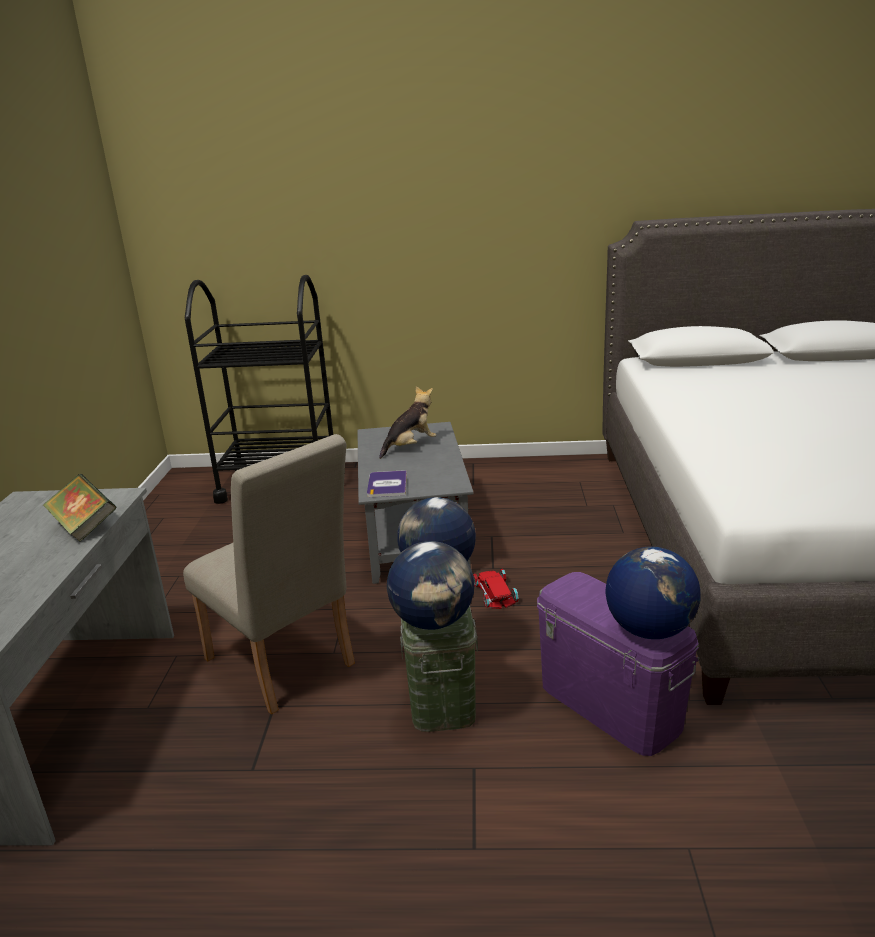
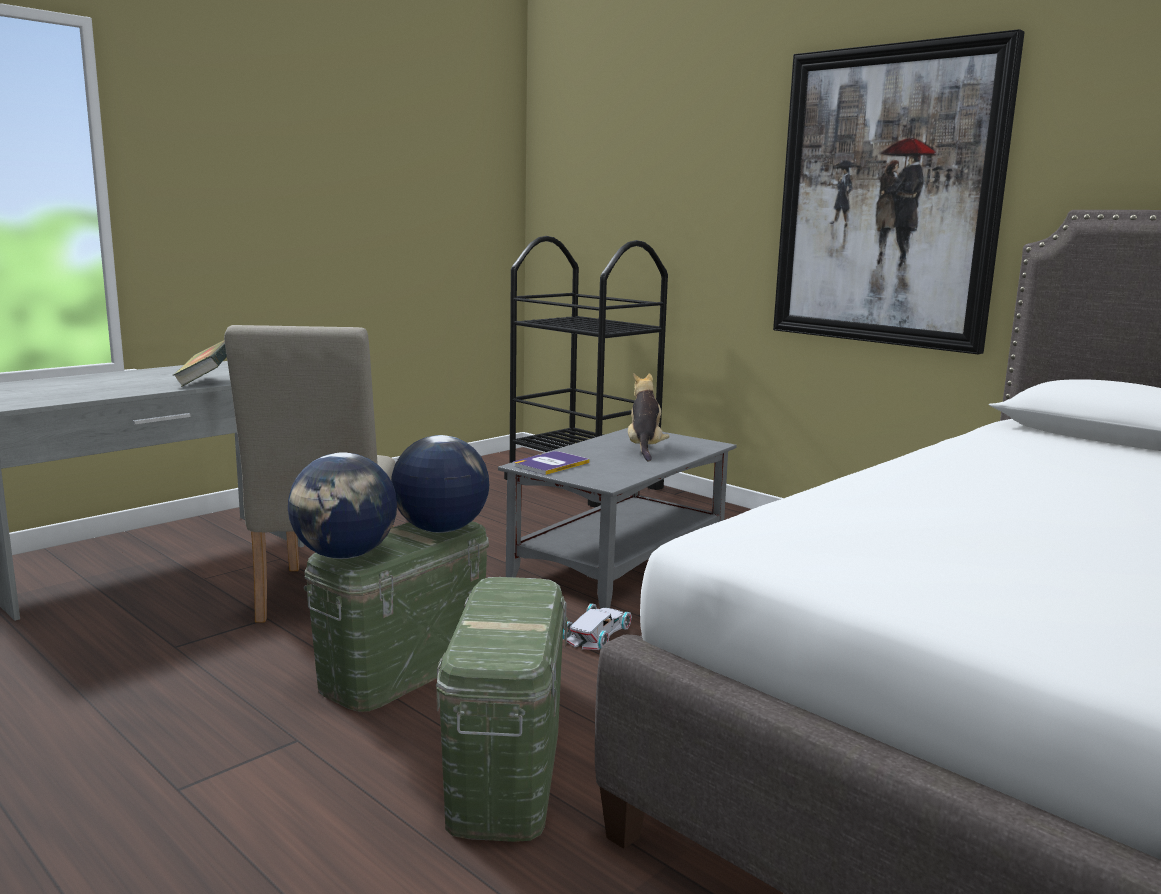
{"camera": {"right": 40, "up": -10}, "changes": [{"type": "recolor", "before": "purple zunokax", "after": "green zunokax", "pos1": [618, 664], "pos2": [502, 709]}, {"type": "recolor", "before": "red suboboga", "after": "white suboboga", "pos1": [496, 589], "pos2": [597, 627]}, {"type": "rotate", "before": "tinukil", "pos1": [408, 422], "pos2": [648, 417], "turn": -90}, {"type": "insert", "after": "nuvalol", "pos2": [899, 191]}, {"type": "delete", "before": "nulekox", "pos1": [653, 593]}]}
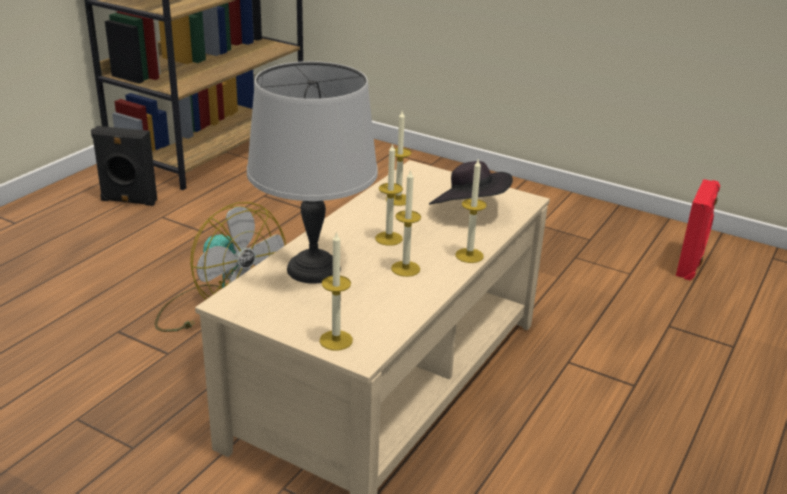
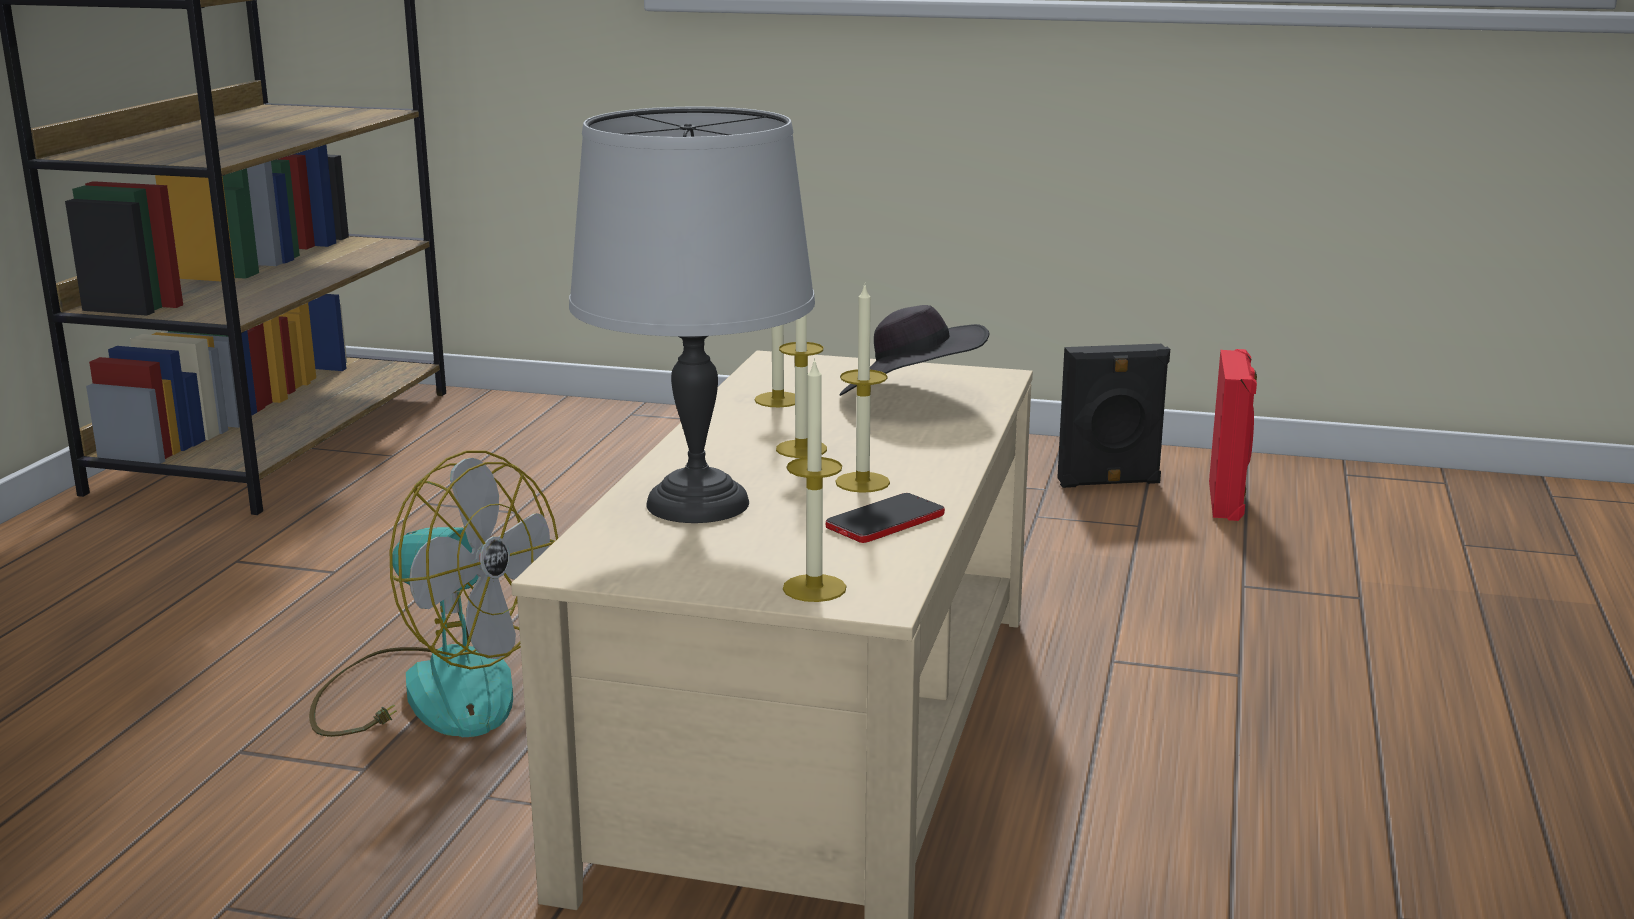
{"camera": {"right": -15, "up": -10}, "changes": [{"type": "insert", "after": "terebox", "pos2": [885, 518]}, {"type": "move", "before": "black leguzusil", "pos1": [124, 166], "pos2": [1113, 416]}, {"type": "delete", "before": "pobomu", "pos1": [471, 210]}]}
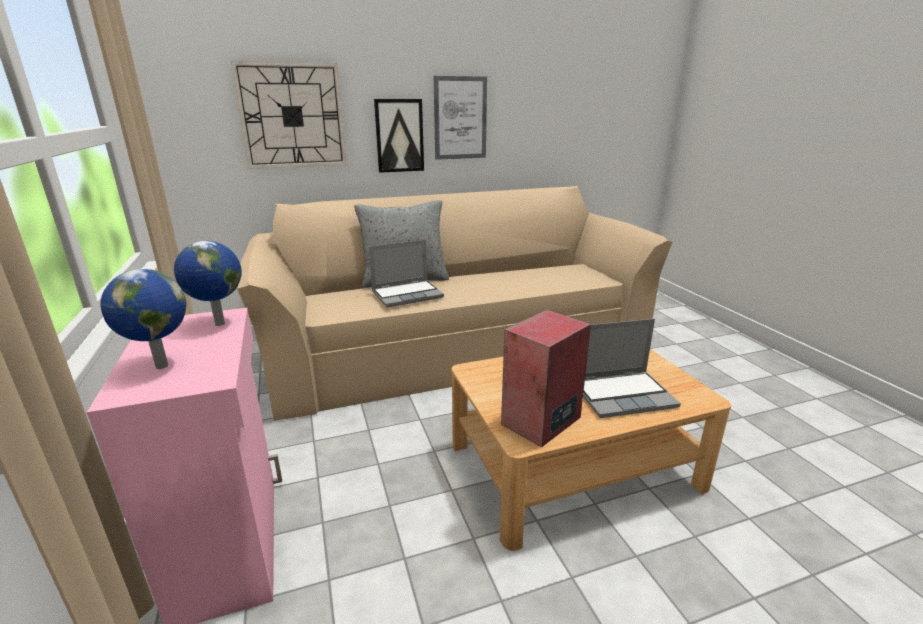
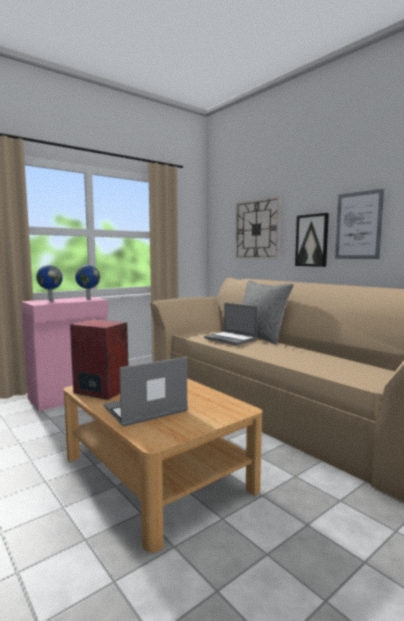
{"camera": {"right": 70, "up": -15}, "changes": [{"type": "rotate", "before": "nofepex", "pos1": [632, 368], "pos2": [146, 391], "turn": 90}]}
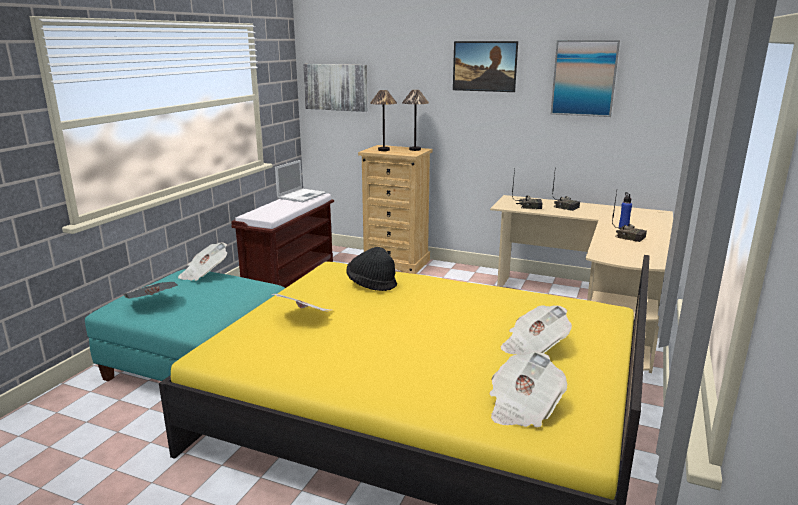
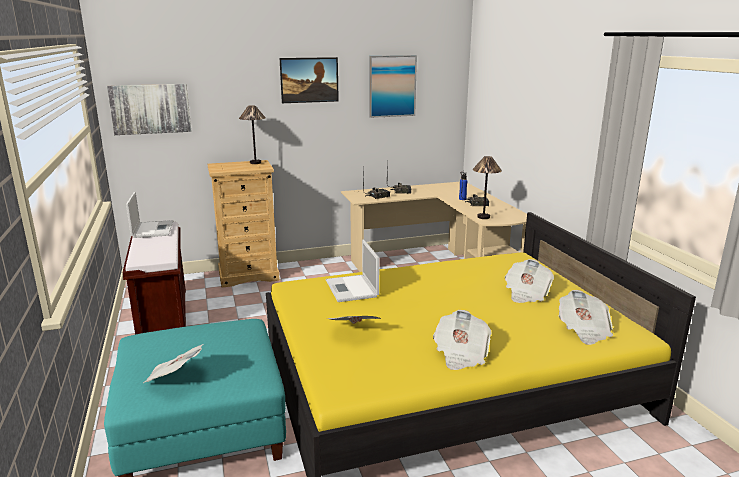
{"camera": {"right": -40, "up": 0}, "changes": [{"type": "replace", "before": "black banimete", "after": "nofepex", "pos1": [371, 269], "pos2": [352, 270]}, {"type": "move", "before": "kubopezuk", "pos1": [202, 261], "pos2": [462, 340]}, {"type": "move", "before": "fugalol", "pos1": [383, 120], "pos2": [487, 187]}]}
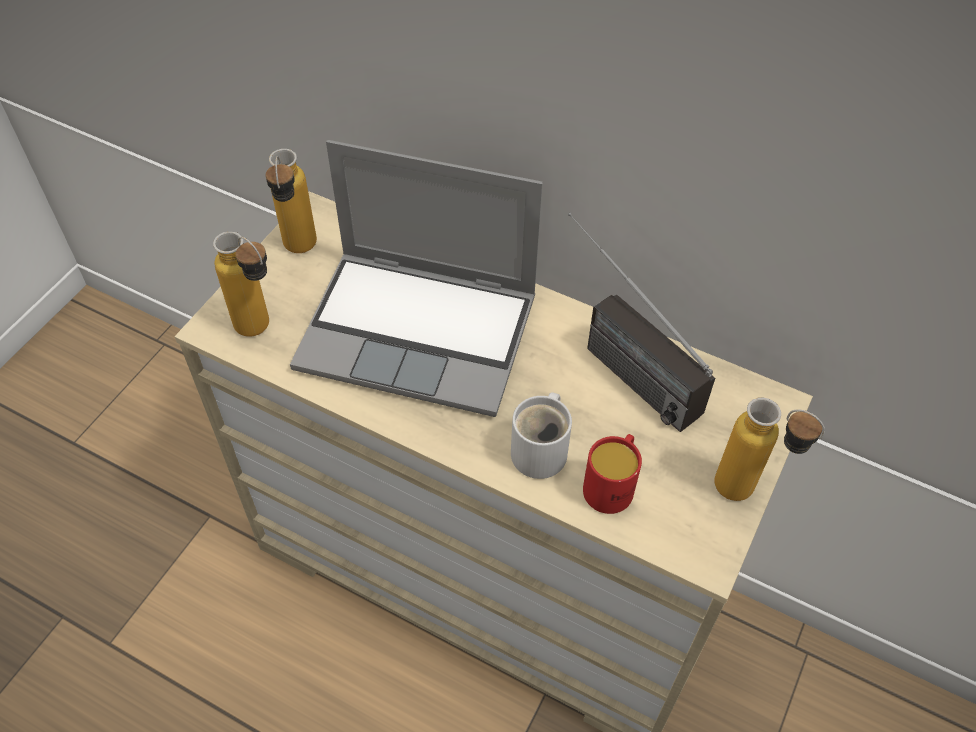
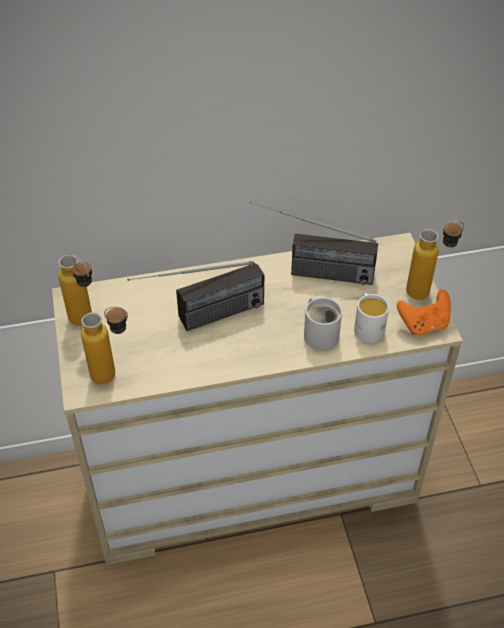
{"camera": {"right": -40, "up": -5}, "changes": [{"type": "replace", "before": "nofepex", "after": "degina", "pos1": [416, 278], "pos2": [195, 296]}, {"type": "recolor", "before": "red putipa", "after": "white putipa", "pos1": [612, 474], "pos2": [371, 318]}, {"type": "insert", "after": "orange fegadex", "pos2": [424, 312]}]}
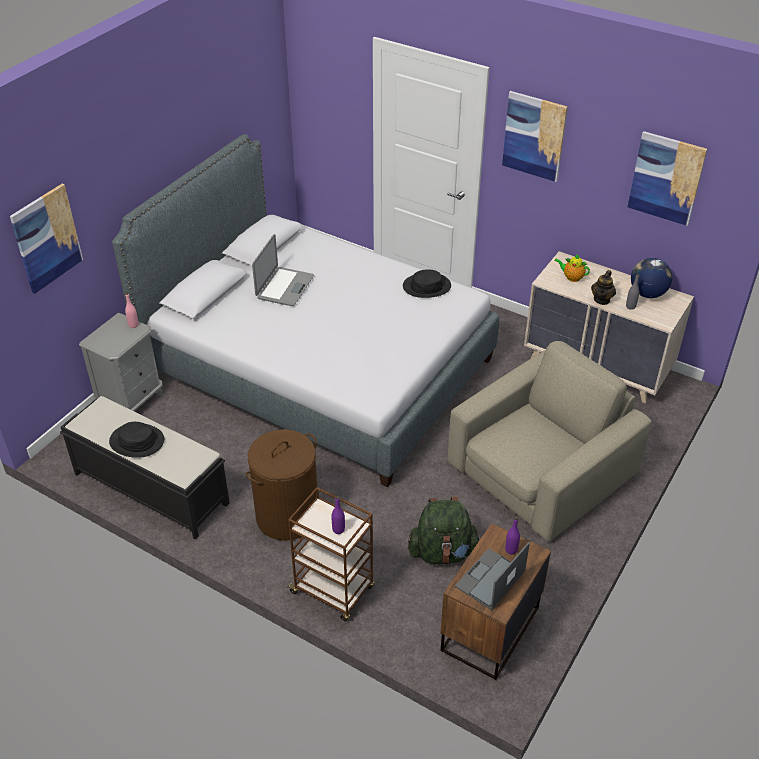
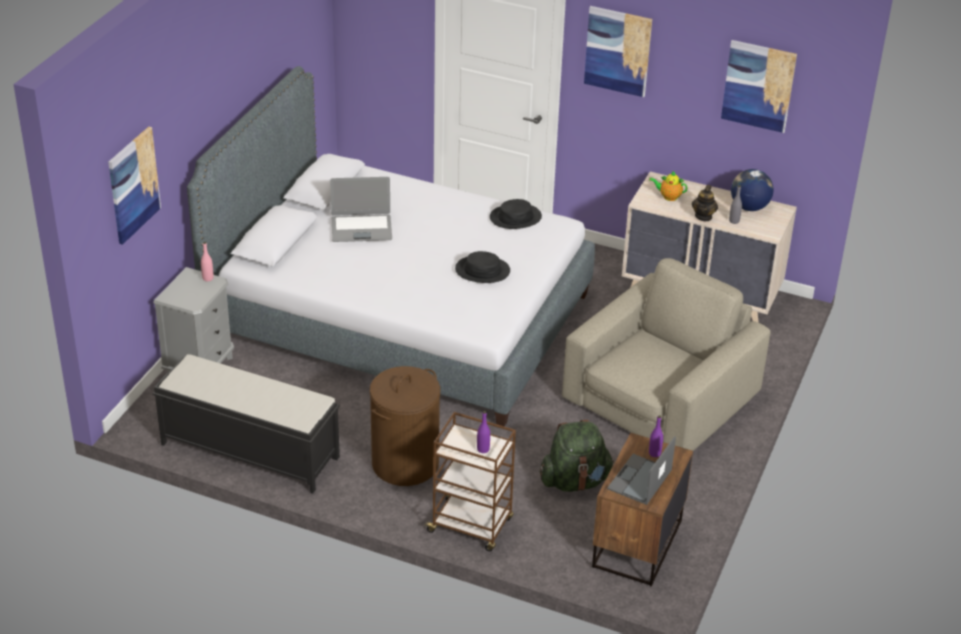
{"camera": {"right": -10, "up": -5}, "changes": [{"type": "rotate", "before": "nofepex", "pos1": [283, 270], "pos2": [361, 209], "turn": 75}, {"type": "move", "before": "black banimete", "pos1": [136, 440], "pos2": [482, 267]}]}
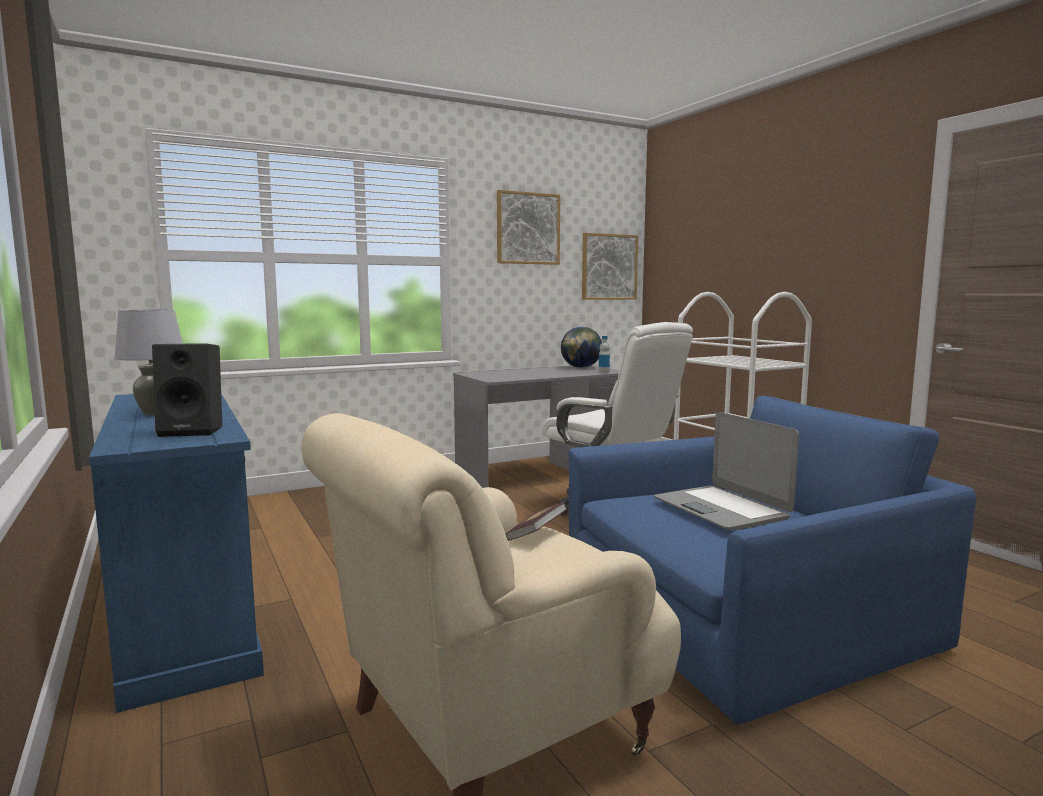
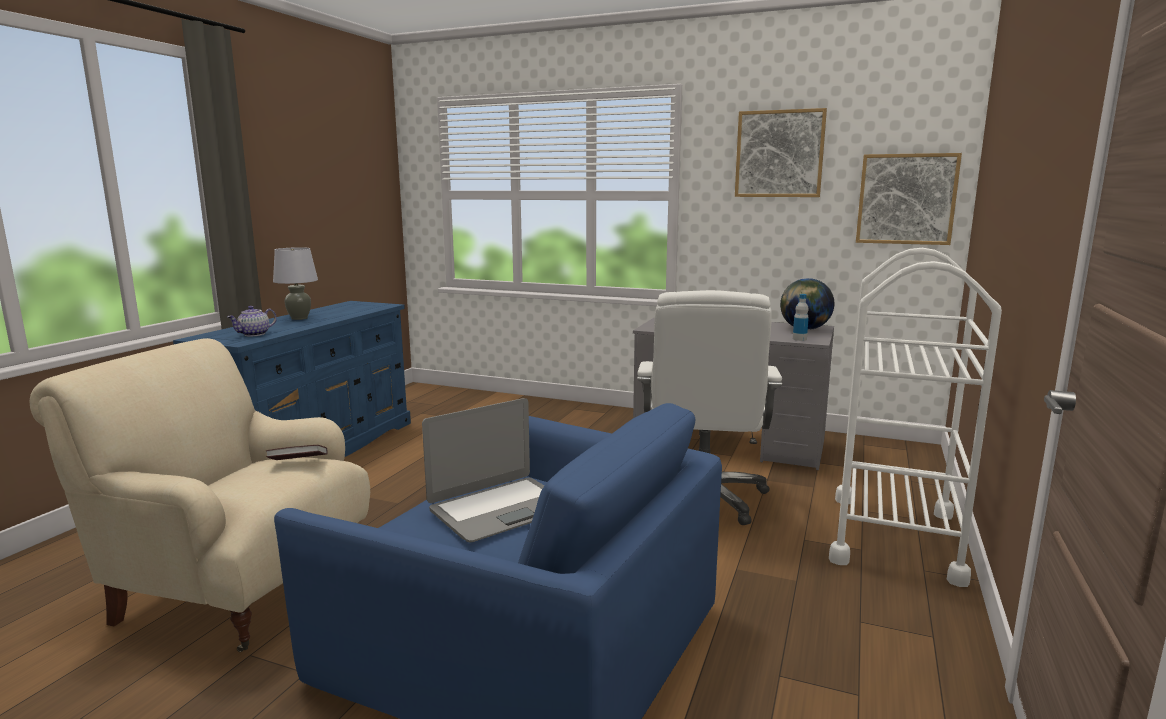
{"camera": {"right": 50, "up": 5}, "changes": [{"type": "replace", "before": "black leguzusil", "after": "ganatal", "pos1": [187, 390], "pos2": [252, 321]}, {"type": "rotate", "before": "nofepex", "pos1": [726, 471], "pos2": [483, 470], "turn": -150}]}
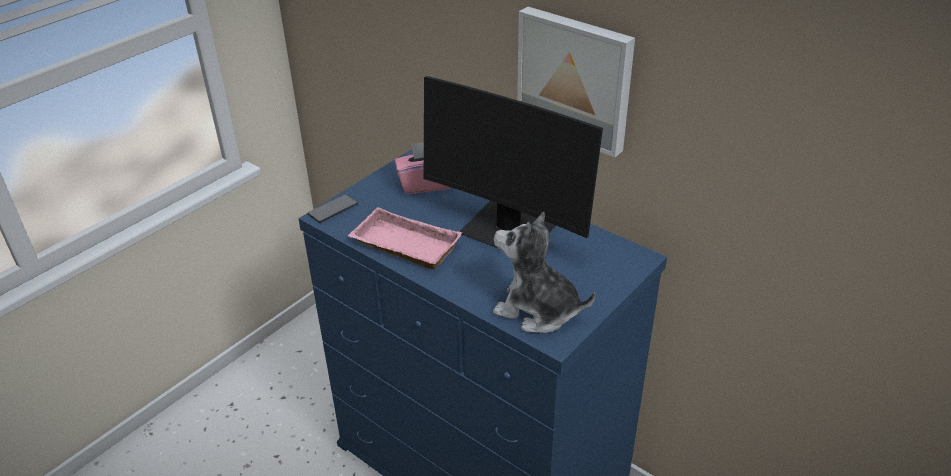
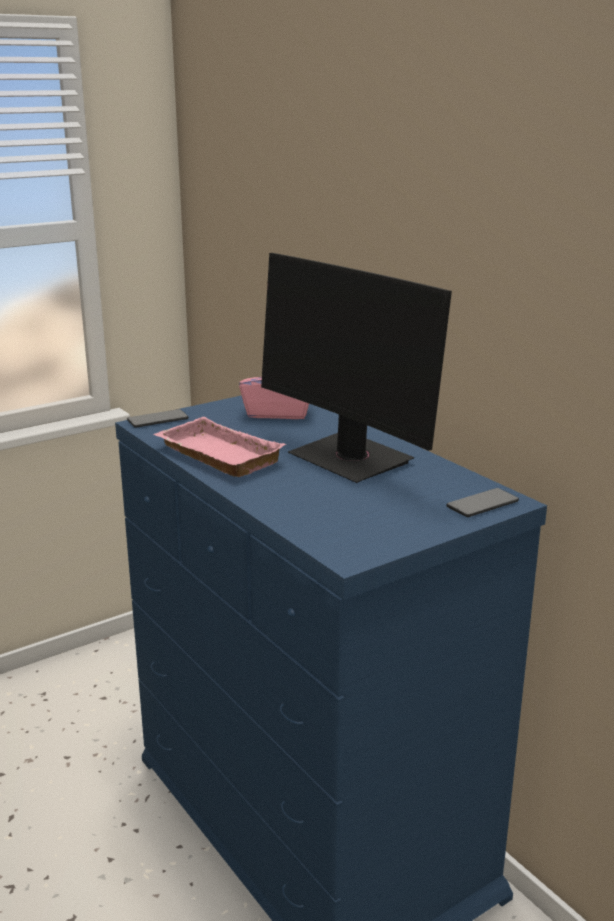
{"camera": {"right": 15, "up": -15}, "changes": [{"type": "insert", "after": "terebox", "pos2": [483, 502]}, {"type": "delete", "before": "tinukil", "pos1": [544, 272]}, {"type": "delete", "before": "nuvalol", "pos1": [576, 82]}]}
